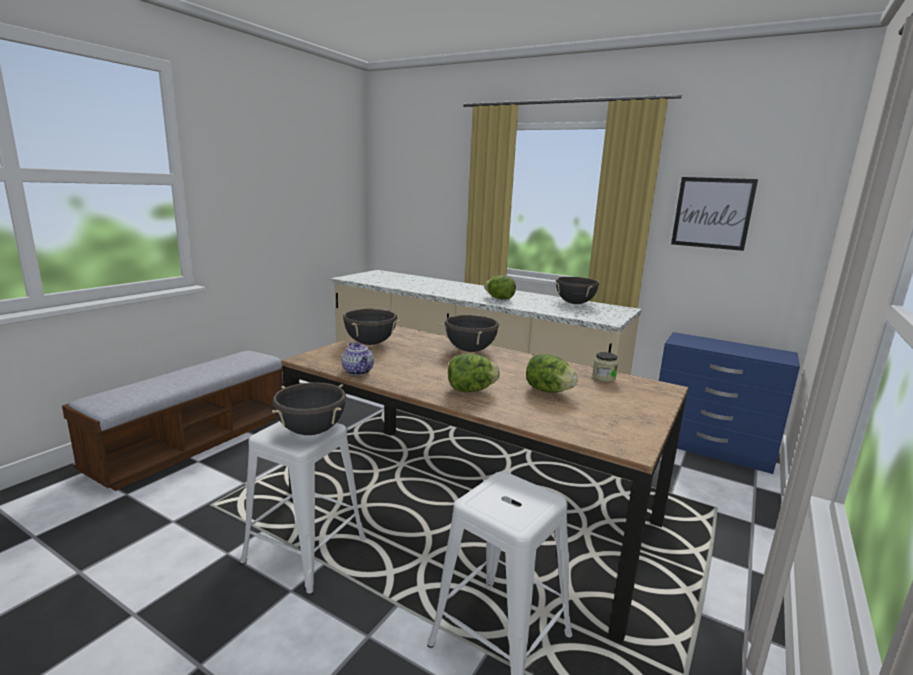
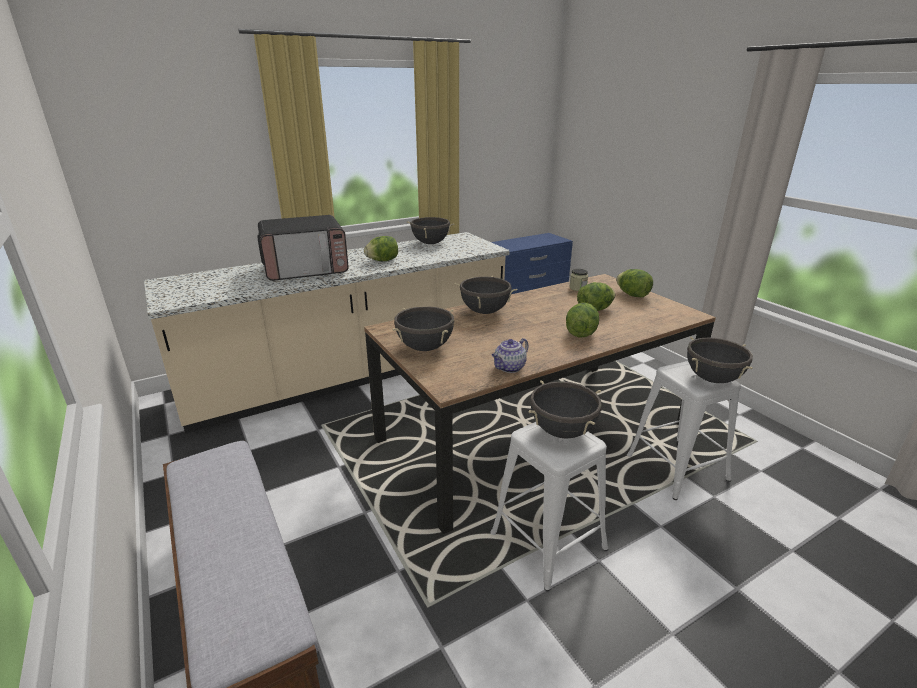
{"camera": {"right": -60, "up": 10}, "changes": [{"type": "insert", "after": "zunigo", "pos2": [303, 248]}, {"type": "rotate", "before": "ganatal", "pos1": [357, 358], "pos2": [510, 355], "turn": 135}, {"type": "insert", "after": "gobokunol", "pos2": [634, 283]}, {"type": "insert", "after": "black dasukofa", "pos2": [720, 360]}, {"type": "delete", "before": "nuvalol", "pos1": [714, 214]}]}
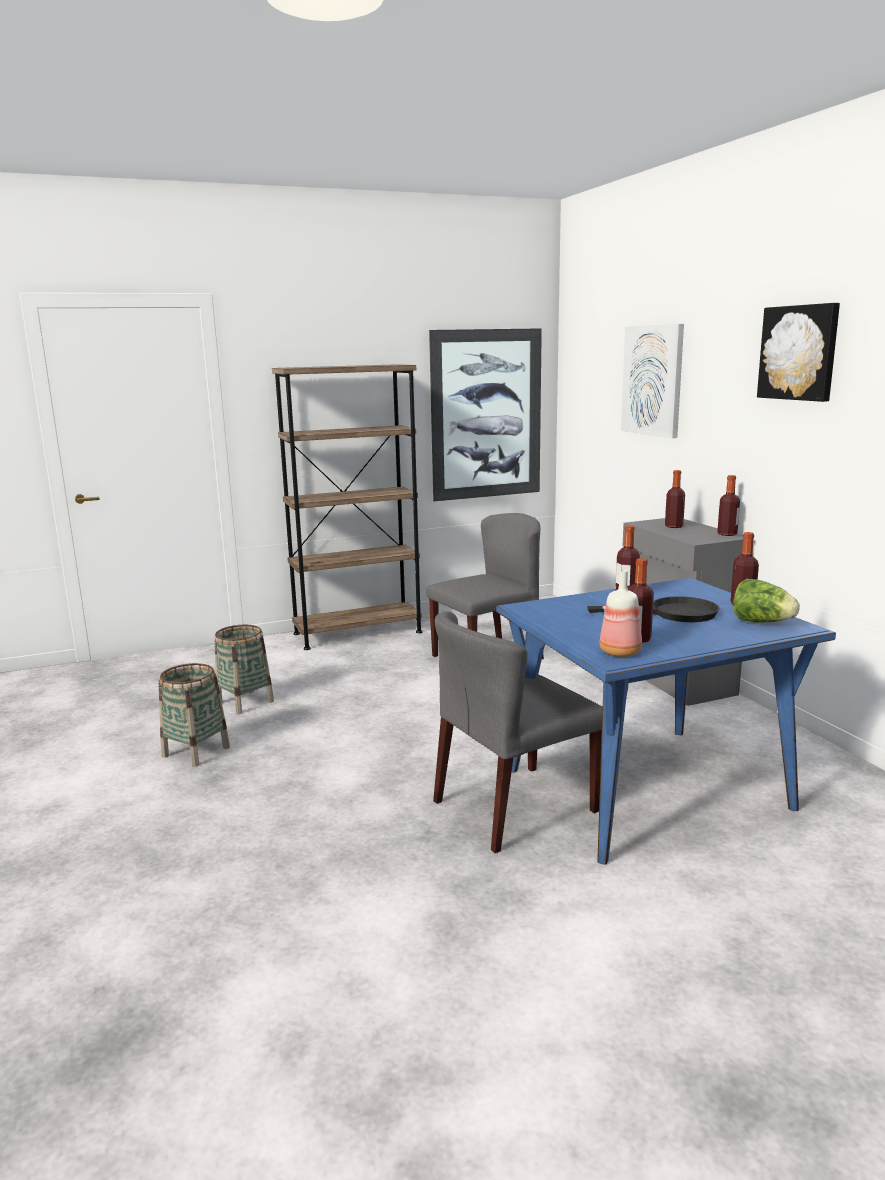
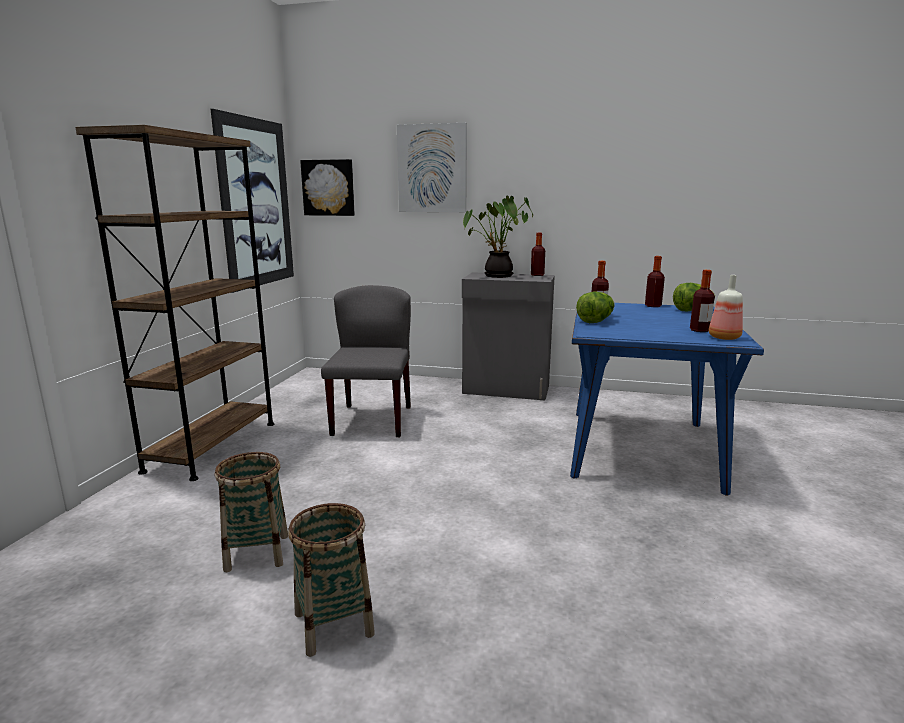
{"camera": {"right": -55, "up": 0}, "changes": [{"type": "move", "before": "nuvalol", "pos1": [798, 352], "pos2": [327, 187]}, {"type": "replace", "before": "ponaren", "after": "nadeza", "pos1": [675, 499], "pos2": [498, 236]}, {"type": "insert", "after": "gobokunol", "pos2": [595, 307]}, {"type": "delete", "before": "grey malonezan", "pos1": [518, 732]}, {"type": "delete", "before": "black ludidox", "pos1": [653, 609]}]}
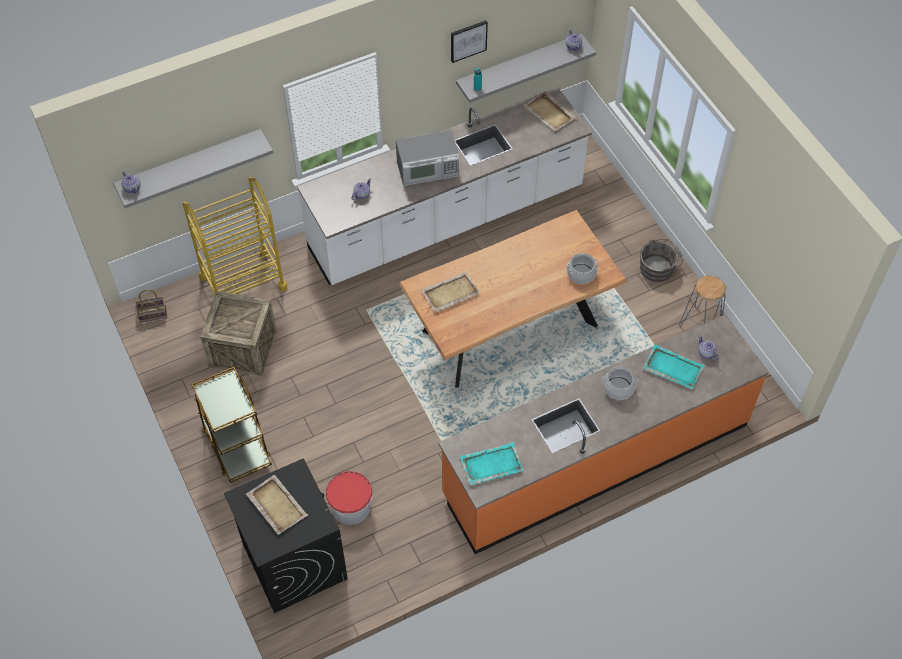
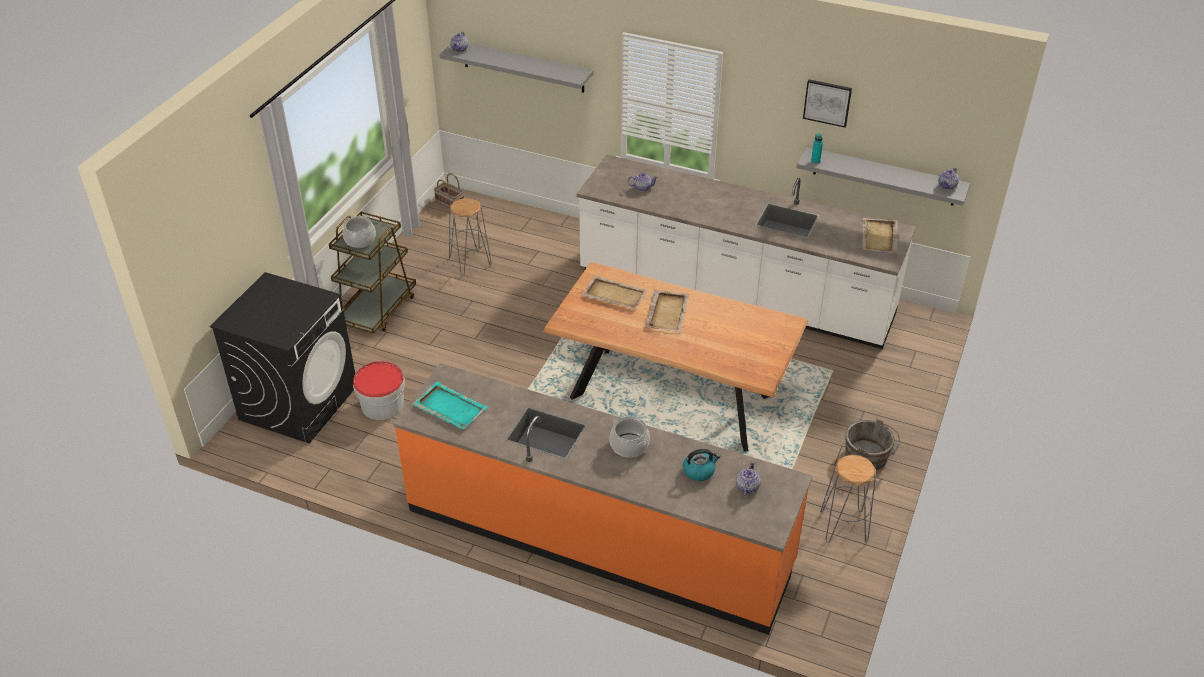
{"camera": {"right": 50, "up": -15}, "changes": [{"type": "move", "before": "dasukofa", "pos1": [582, 268], "pos2": [359, 232]}, {"type": "replace", "before": "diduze", "after": "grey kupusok", "pos1": [238, 333], "pos2": [470, 236]}, {"type": "move", "before": "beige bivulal", "pos1": [277, 505], "pos2": [667, 311]}, {"type": "replace", "before": "turquoise bivulal", "after": "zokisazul", "pos1": [673, 366], "pos2": [701, 465]}, {"type": "delete", "before": "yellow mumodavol", "pos1": [235, 236]}, {"type": "delete", "before": "zunigo", "pos1": [427, 158]}]}
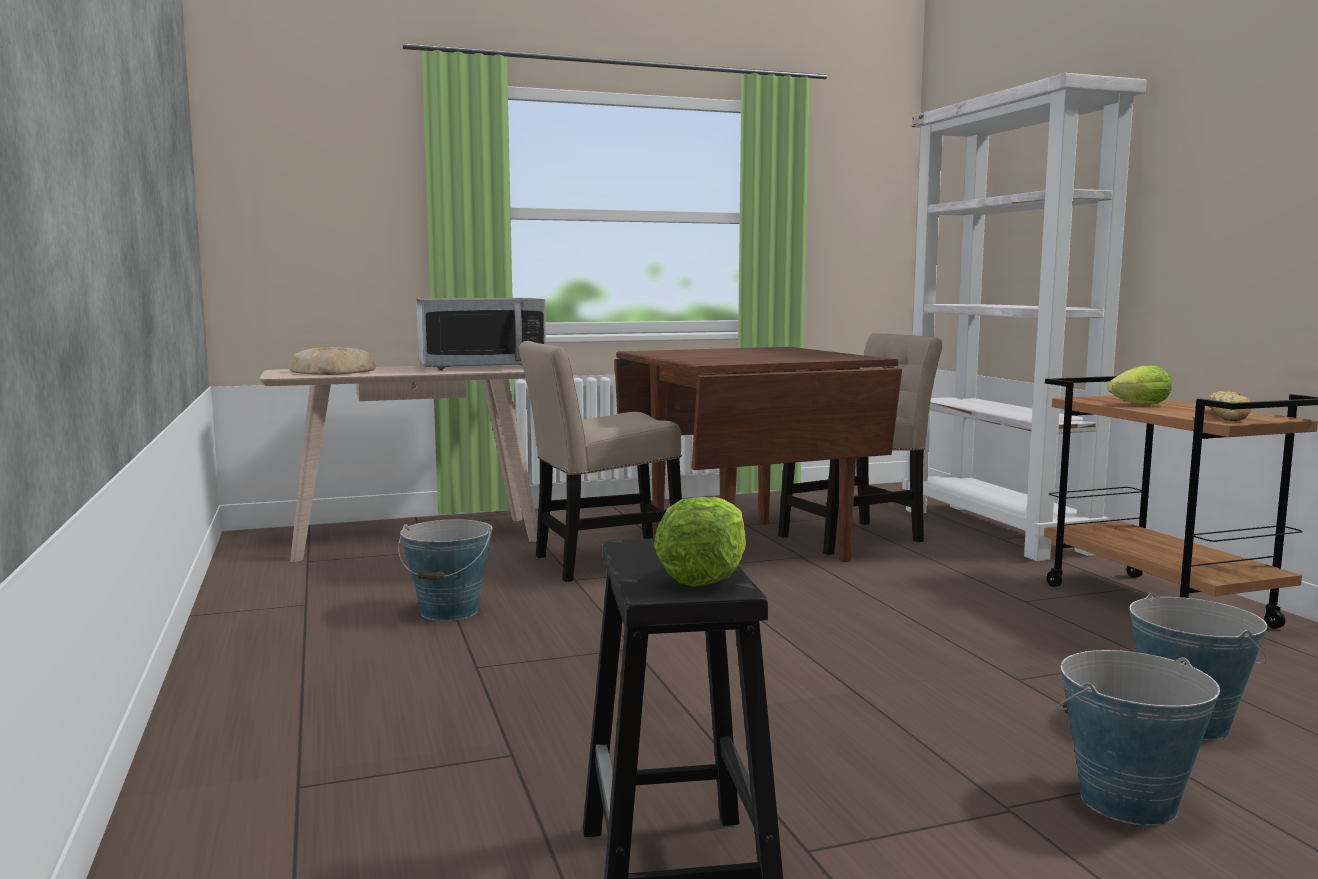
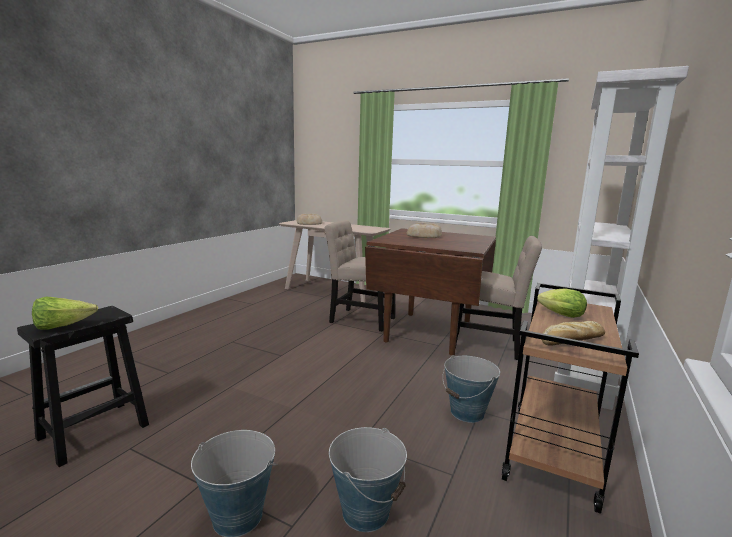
{"camera": {"right": 45, "up": 5}, "changes": [{"type": "insert", "after": "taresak", "pos2": [424, 230]}, {"type": "move", "before": "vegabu", "pos1": [445, 570], "pos2": [471, 389]}, {"type": "delete", "before": "zunigo", "pos1": [481, 334]}]}
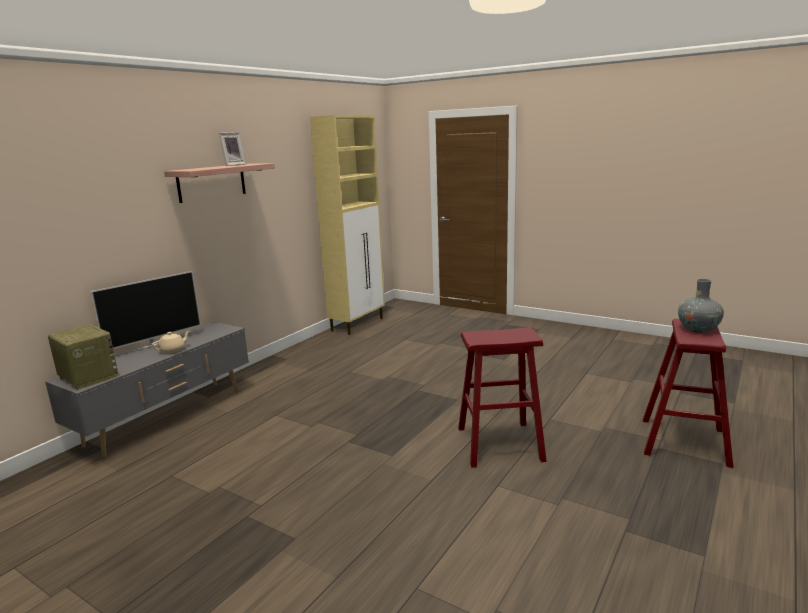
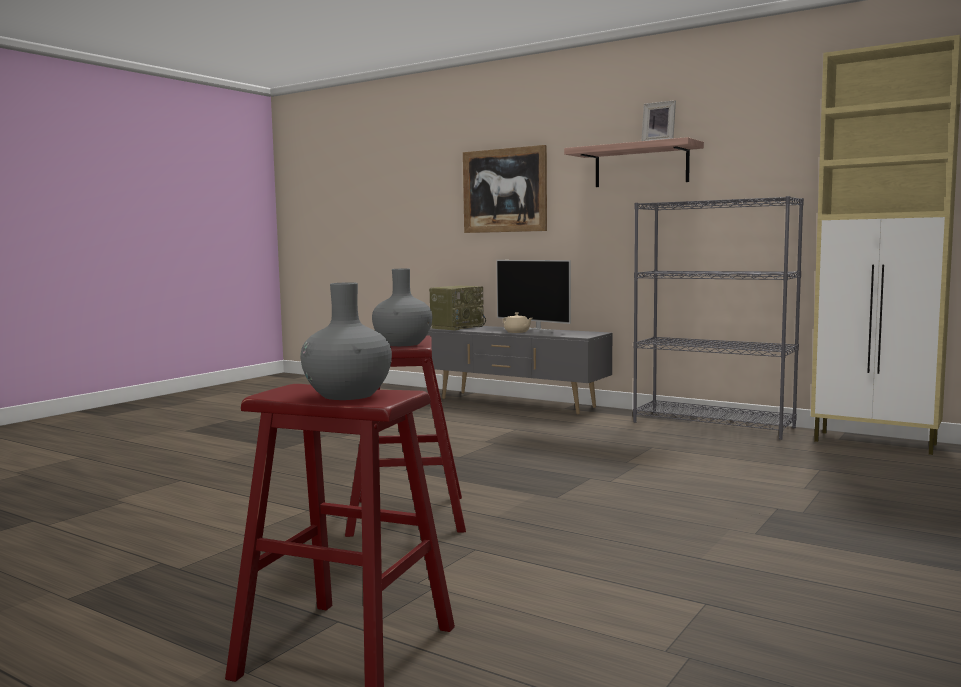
{"camera": {"right": 90, "up": -10}, "changes": [{"type": "insert", "after": "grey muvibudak", "pos2": [402, 307]}, {"type": "insert", "after": "nuvalol", "pos2": [505, 189]}, {"type": "insert", "after": "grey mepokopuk", "pos2": [718, 318]}]}
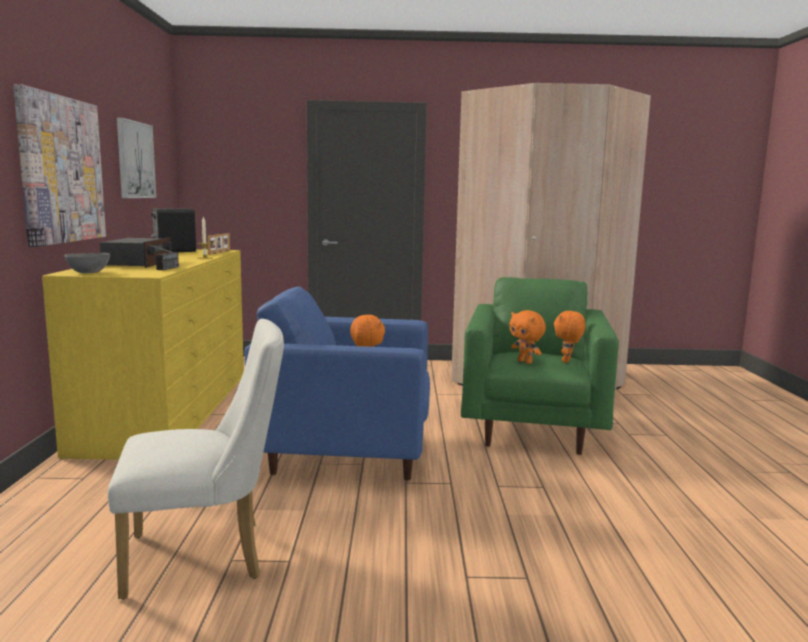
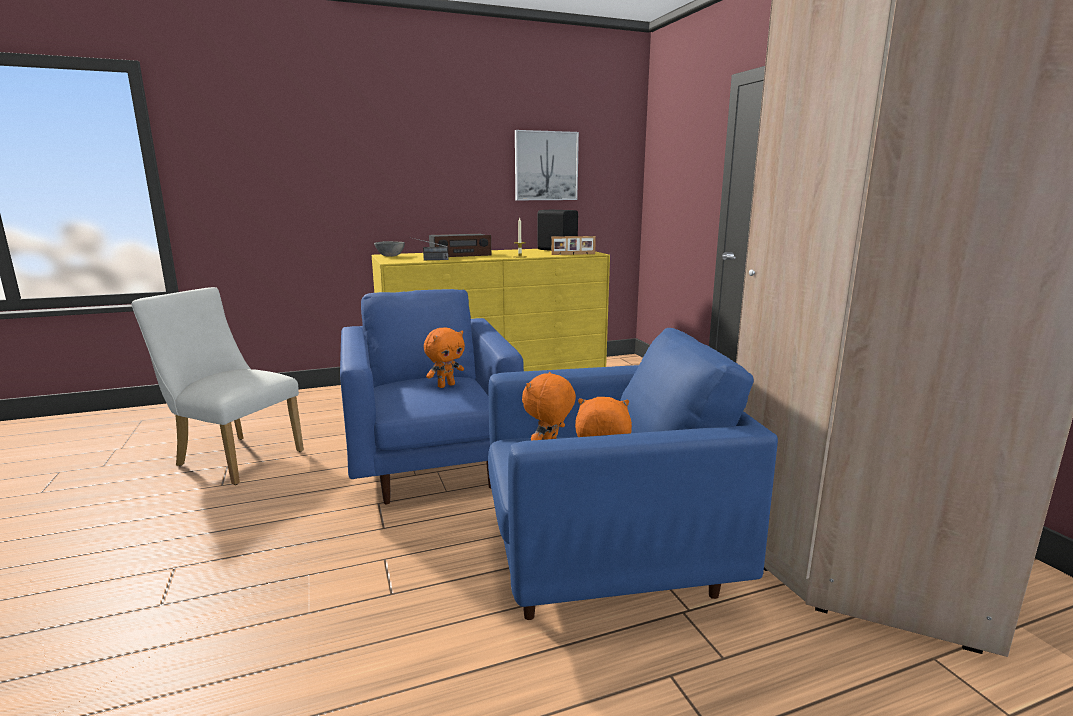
{"camera": {"right": 70, "up": 5}, "changes": [{"type": "rotate", "before": "white malonezan", "pos1": [196, 459], "pos2": [218, 386], "turn": 150}, {"type": "recolor", "before": "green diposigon", "after": "blue diposigon", "pos1": [540, 366], "pos2": [633, 474]}, {"type": "delete", "before": "nuvalol", "pos1": [59, 165]}]}
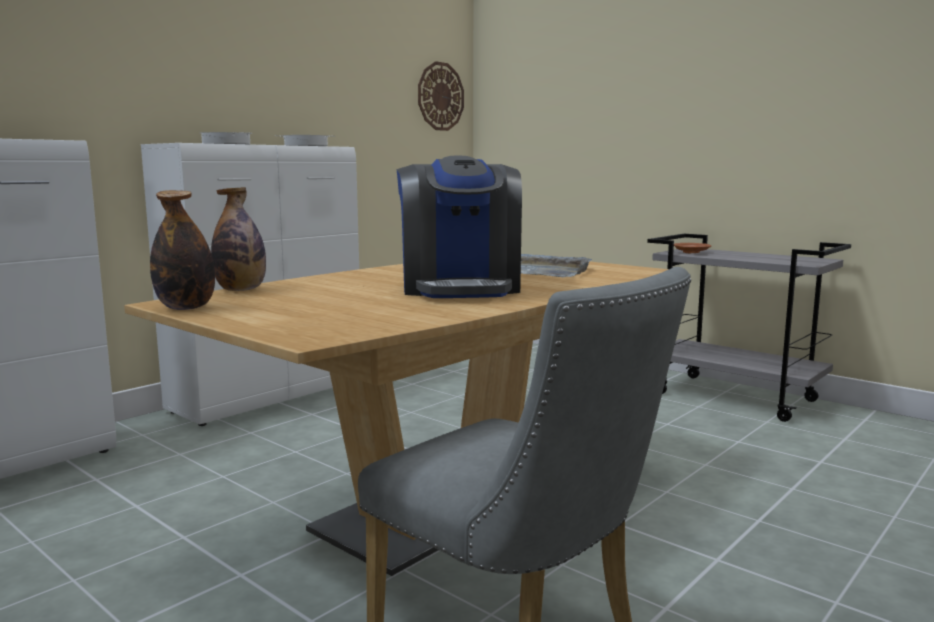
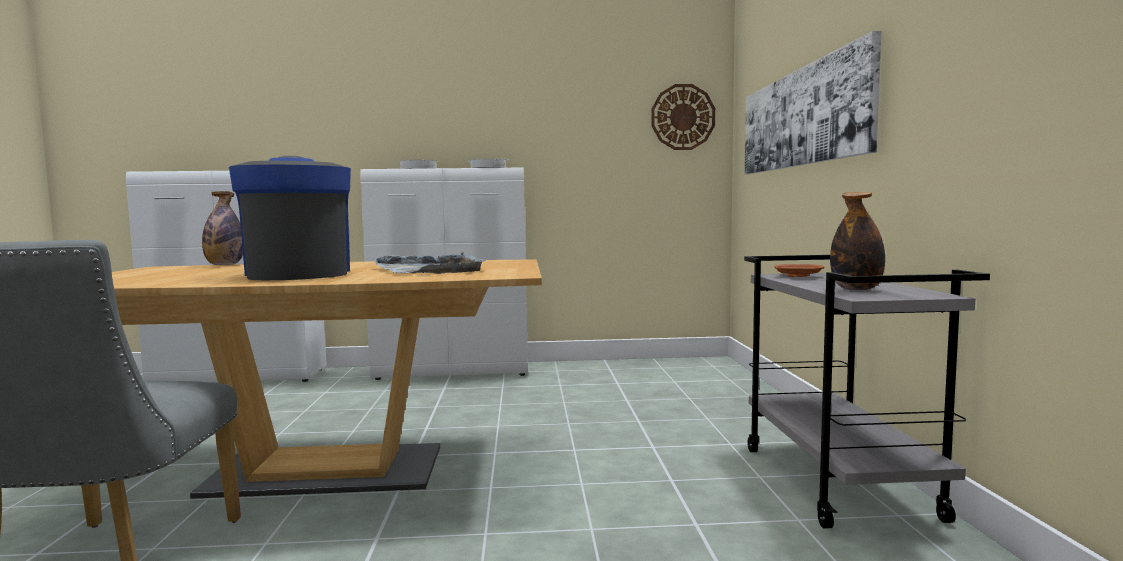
{"camera": {"right": 45, "up": -5}, "changes": [{"type": "rotate", "before": "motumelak", "pos1": [459, 227], "pos2": [290, 218], "turn": 120}, {"type": "insert", "after": "nuvalol", "pos2": [812, 102]}, {"type": "move", "before": "ponaren", "pos1": [182, 250], "pos2": [857, 241]}]}
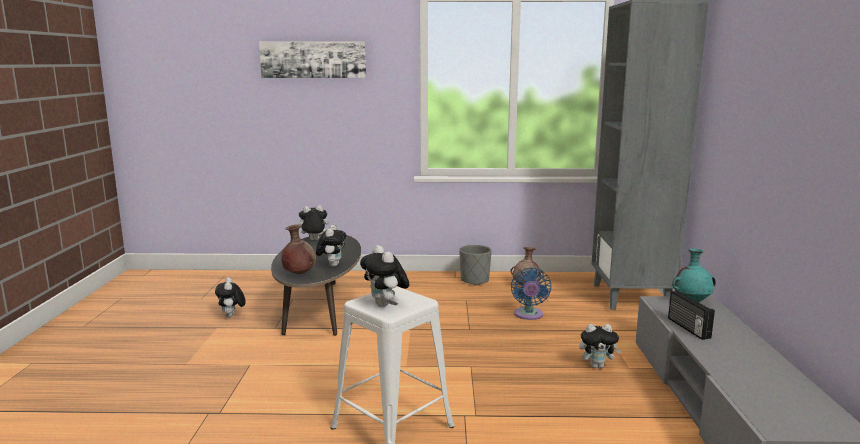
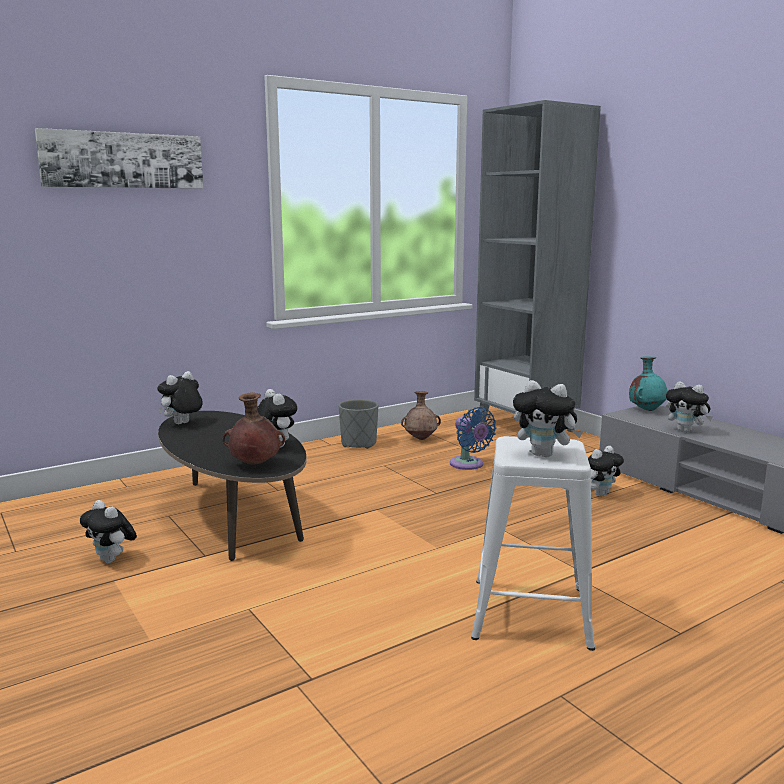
{"camera": {"right": -35, "up": 0}, "changes": [{"type": "replace", "before": "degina", "after": "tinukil", "pos1": [691, 315], "pos2": [689, 407]}]}
